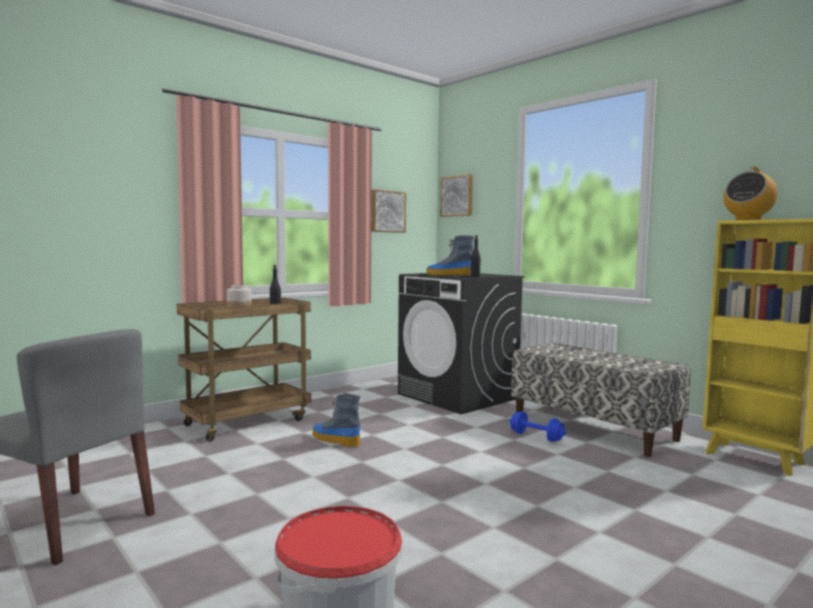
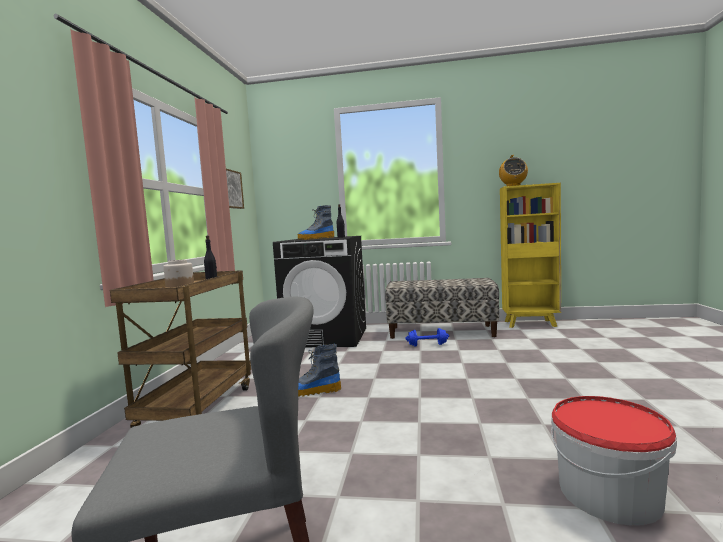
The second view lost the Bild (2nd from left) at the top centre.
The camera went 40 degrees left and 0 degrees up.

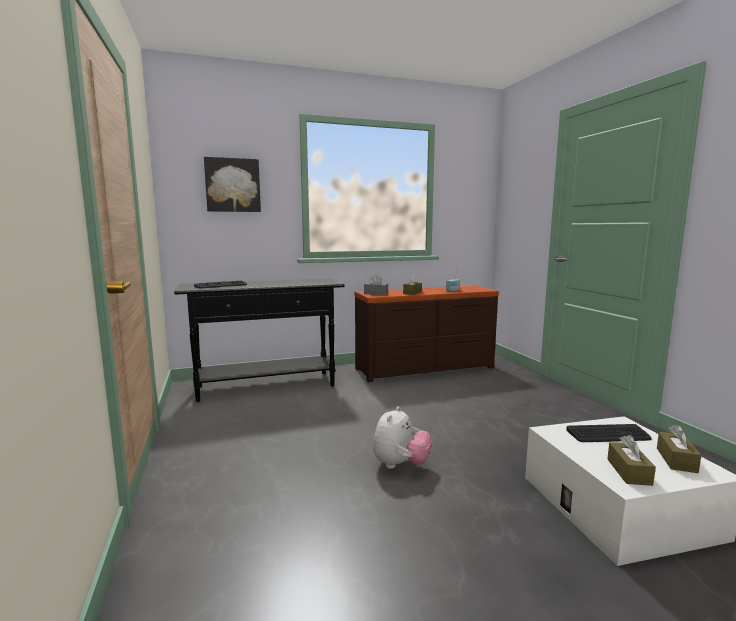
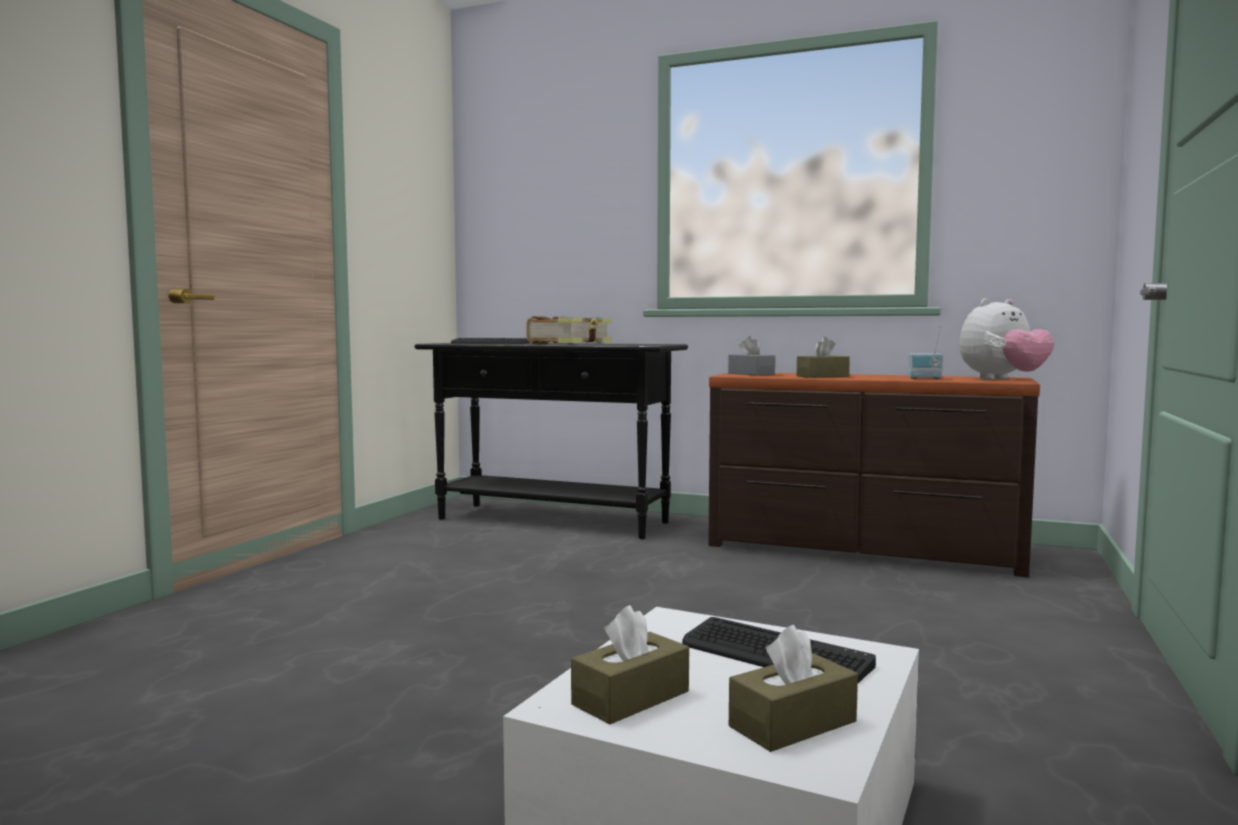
The second view lost the Bild at the top left.
The Plüschtier ended up elsewhere, having gone from the bottom centre to the middle right.
The second view gained the Buch at the centre.
The camera went 40 degrees right and 5 degrees down.

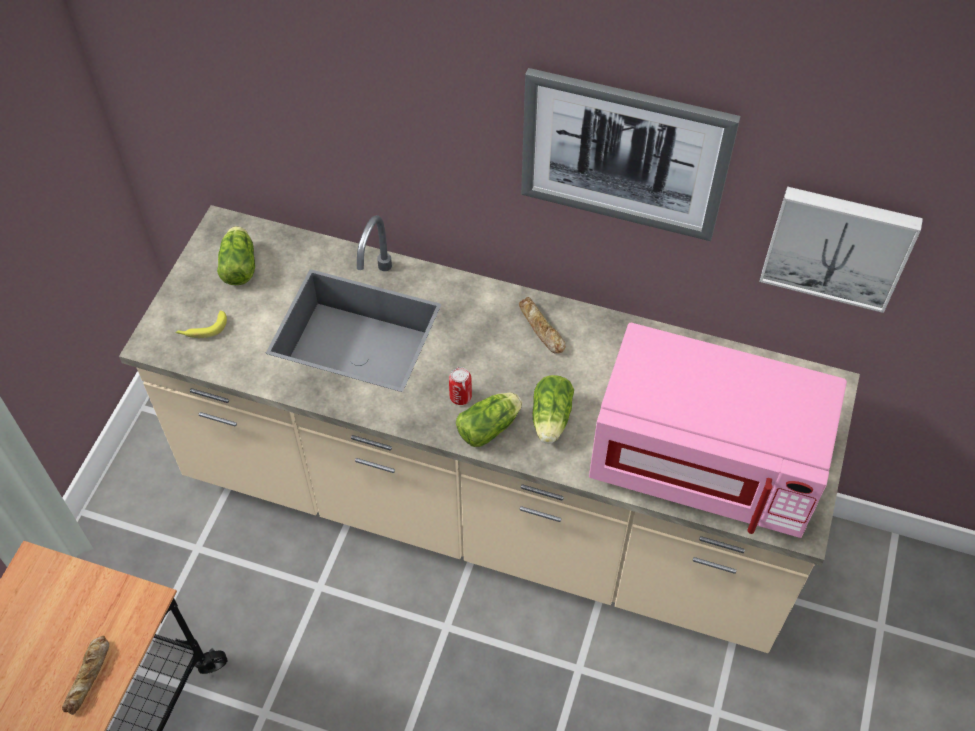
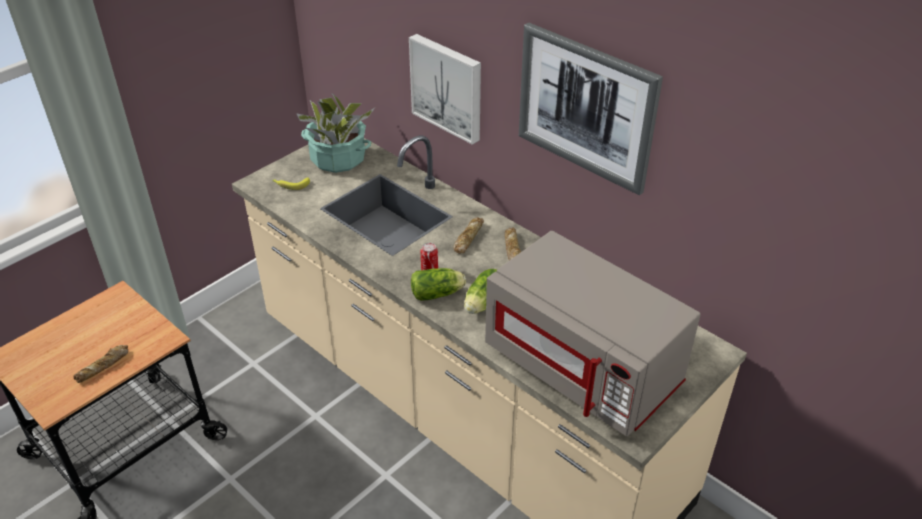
The Bild (2nd from left in the first image) ended up elsewhere, having gone from the middle right to the top centre.
Where the Salatkopf (1st from left) stood at the middle left, the Topfpflanze came to stand at the top centre.
What was the Mikrowelle [rosa] at the middle right turned into the Mikrowelle [grau] at the centre.
The second view gained the Brot (2nd from left) at the centre.
The camera went 25 degrees right and 15 degrees down.

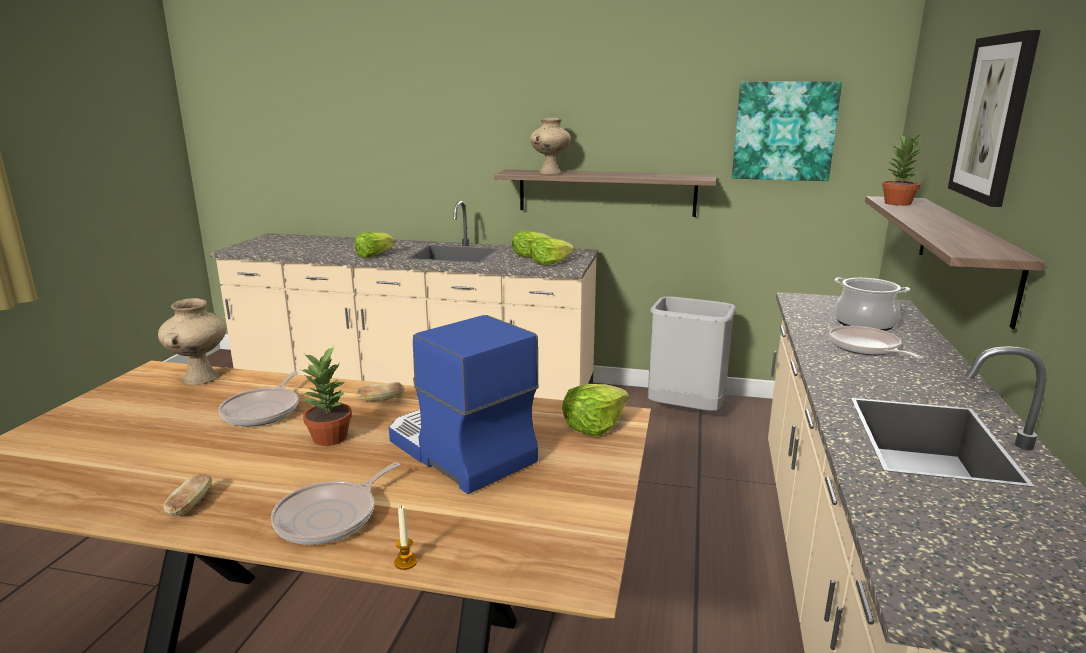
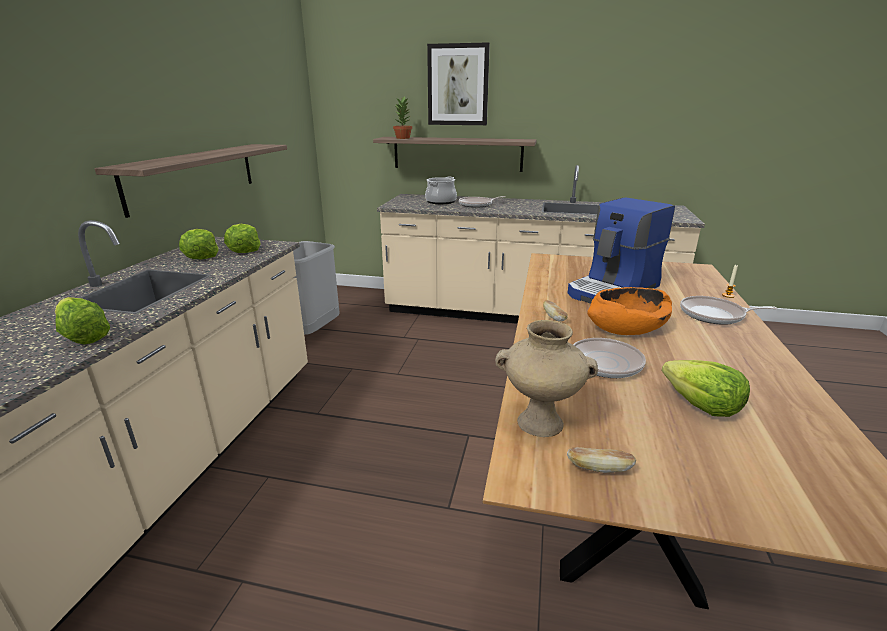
The second view lost the Bild (1st from left) at the top right.
The second view lost the Vase [beige] (2nd from left) at the top centre.
Where the Topfpflanze (1st from left) stood at the middle left, the Schüssel [orange] came to stand at the middle right.
The Salatkopf (4th from left) ended up elsewhere, having gone from the centre to the middle right.
The Pfanne (2nd from left in the first image) at the bottom left ended up facing another way, 150 degrees clockwise from before.
The Brot (1st from left in the first image) ended up elsewhere, having gone from the bottom left to the bottom right.
The camera went 90 degrees left and 5 degrees up.

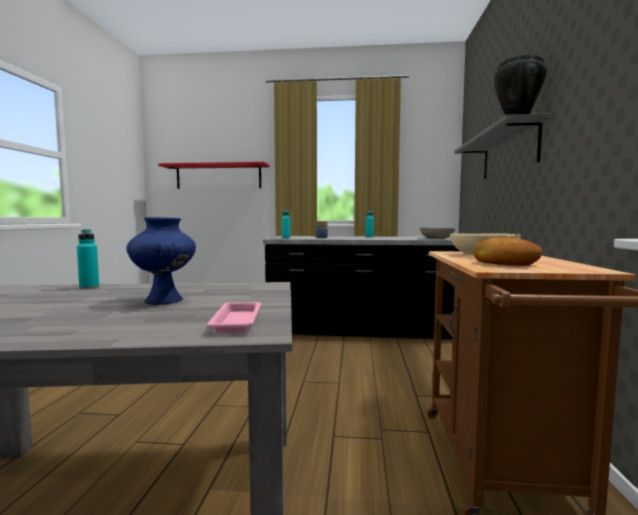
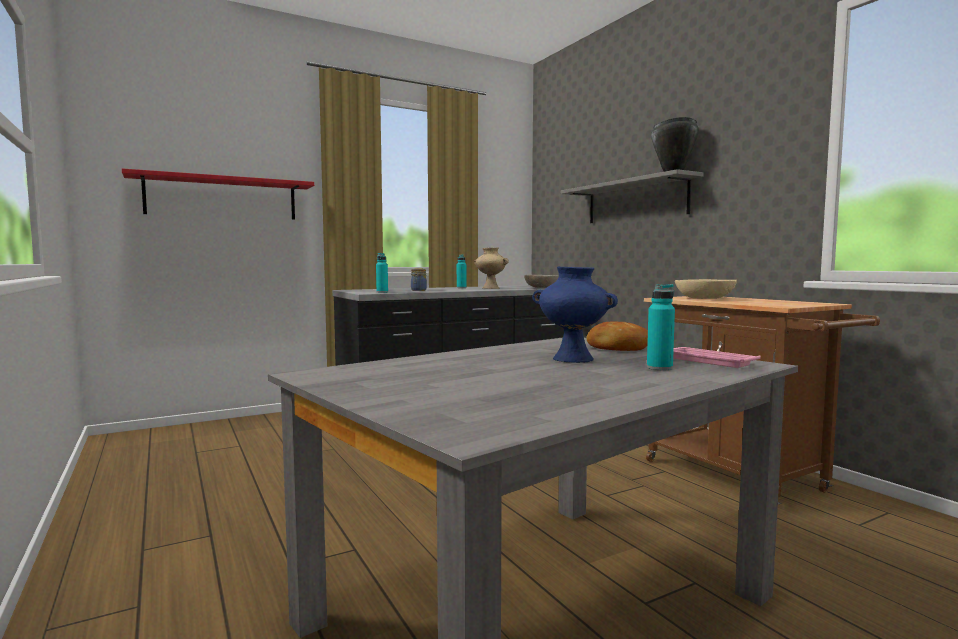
The Flasche [türkis] (1st from left in the first image) ended up elsewhere, having gone from the middle left to the middle right.
The Brot ended up elsewhere, having gone from the middle right to the centre.
The second view gained the Vase [beige] at the centre.
The camera went 35 degrees left and 0 degrees up.

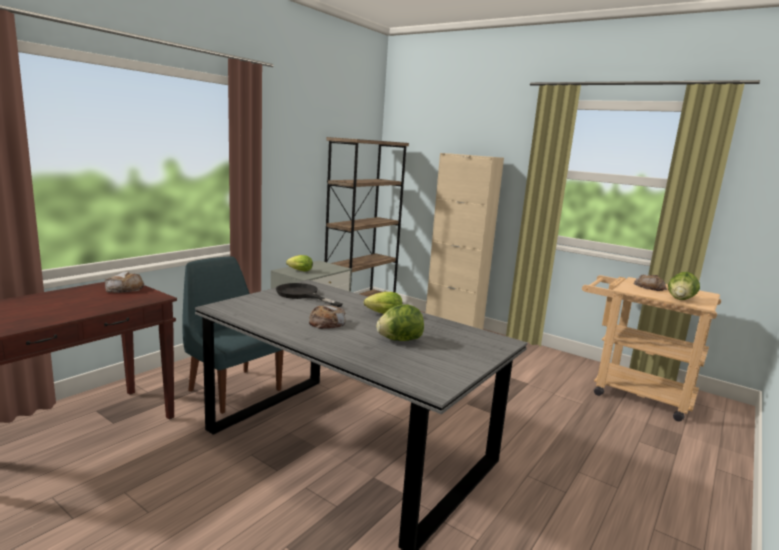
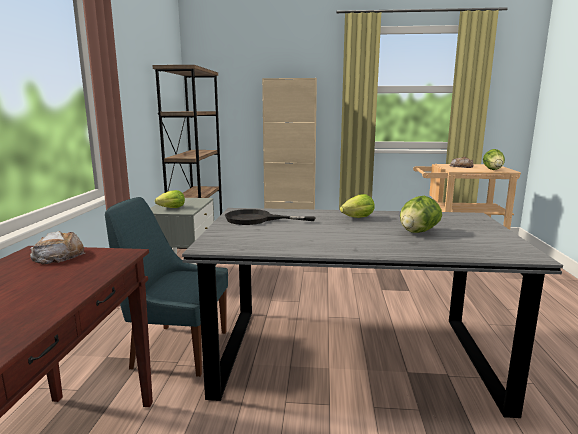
The second view lost the Brot (2nd from left) at the centre.
The camera went 30 degrees left and 0 degrees up.

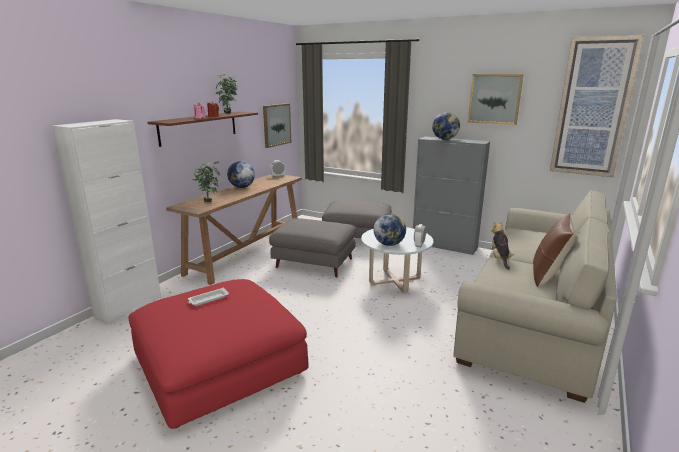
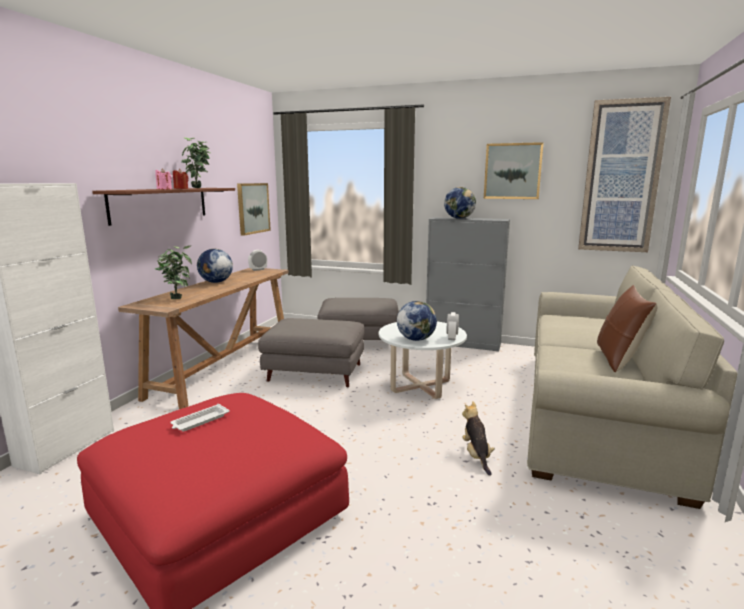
The Plüschtier ended up elsewhere, having gone from the middle right to the bottom centre.
The camera went 10 degrees left and 5 degrees down.

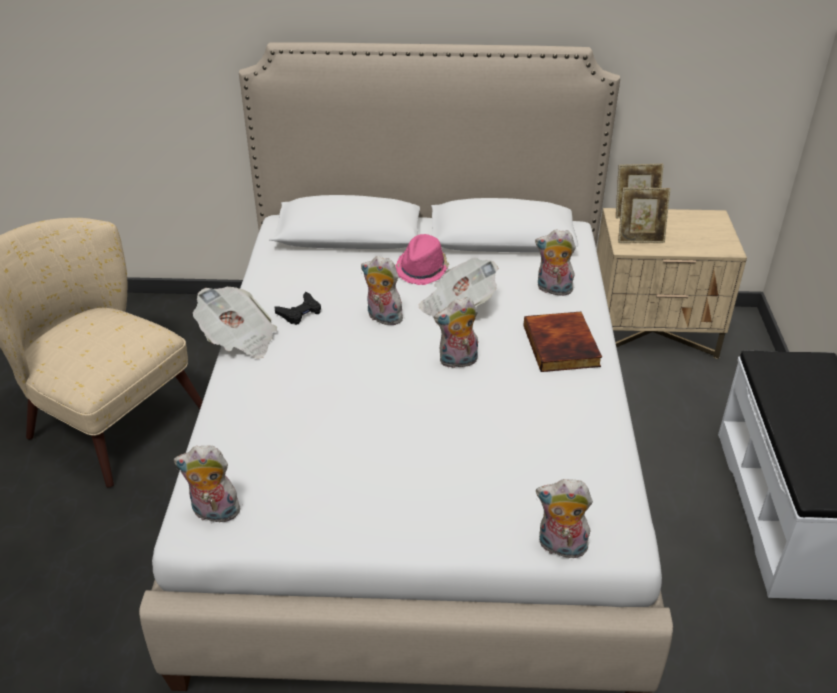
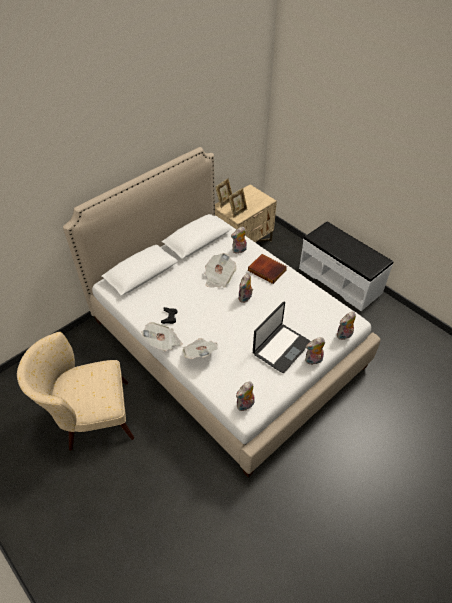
The second view lost the Hut [rosa] at the centre.
The Plüschtier (2nd from left in the first image) ended up elsewhere, having gone from the centre to the middle right.
The second view gained the Laptop at the centre.
The second view gained the Zeitung (2nd from left) at the centre.
The camera went 45 degrees left and 10 degrees up.

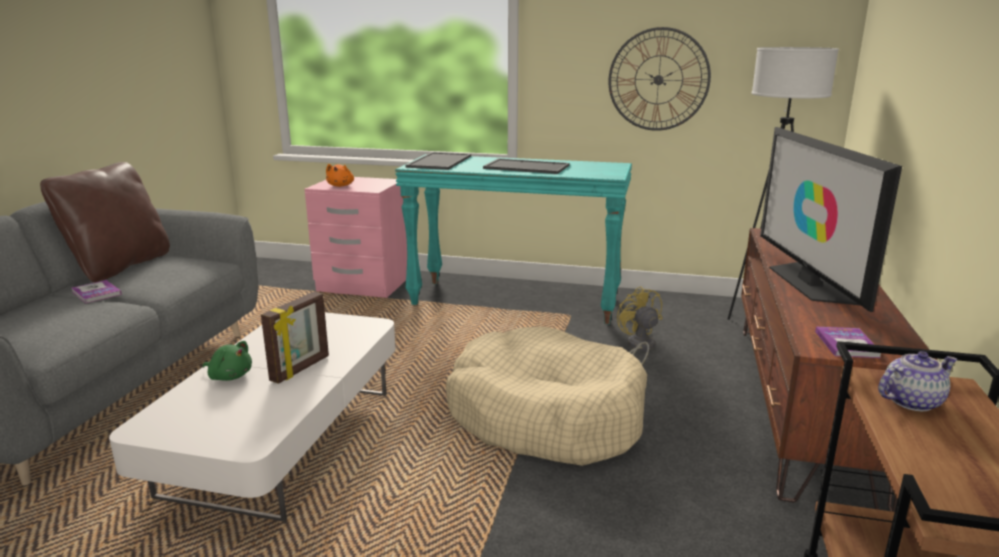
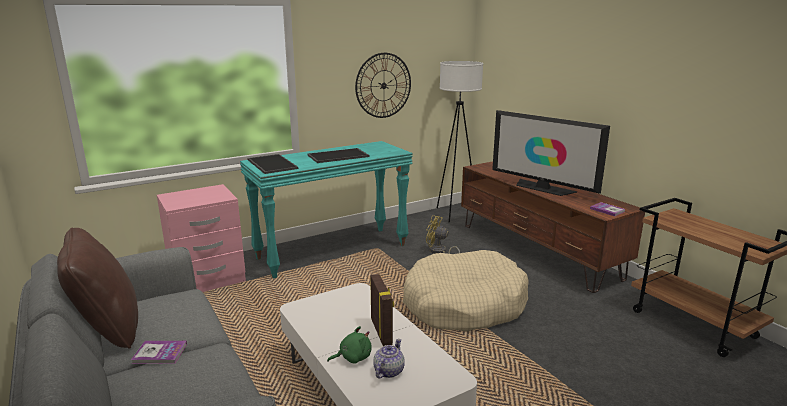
The second view lost the Plüschtier [orange] at the top centre.
The Teekanne ended up elsewhere, having gone from the bottom right to the bottom centre.
The camera went 45 degrees left and 0 degrees up.

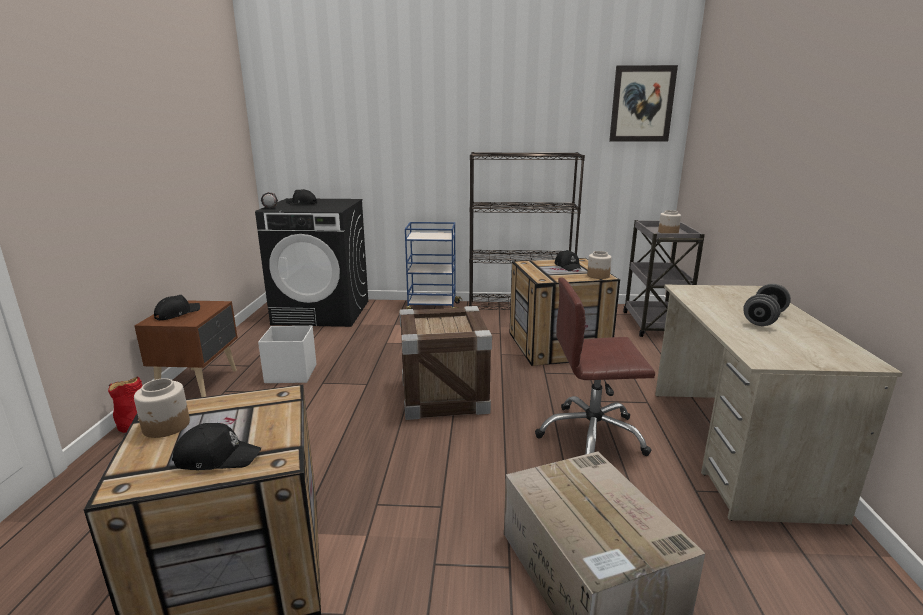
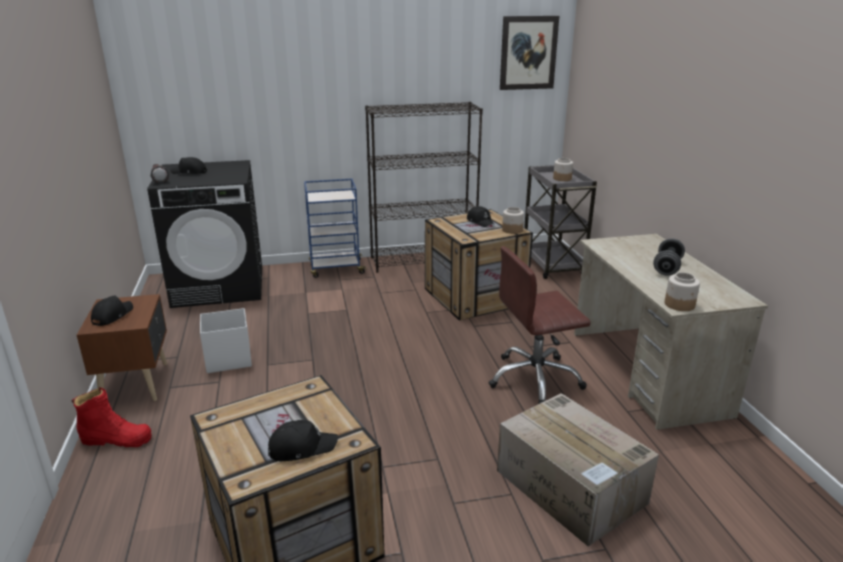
The second view lost the Kiste (2nd from left) at the centre.
The Vorratsglas (1st from left in the first image) ended up elsewhere, having gone from the middle left to the middle right.
The camera went 15 degrees left and 5 degrees up.

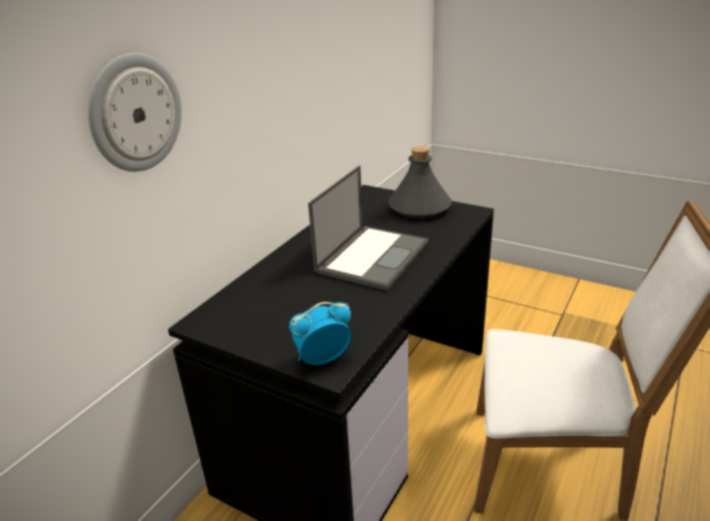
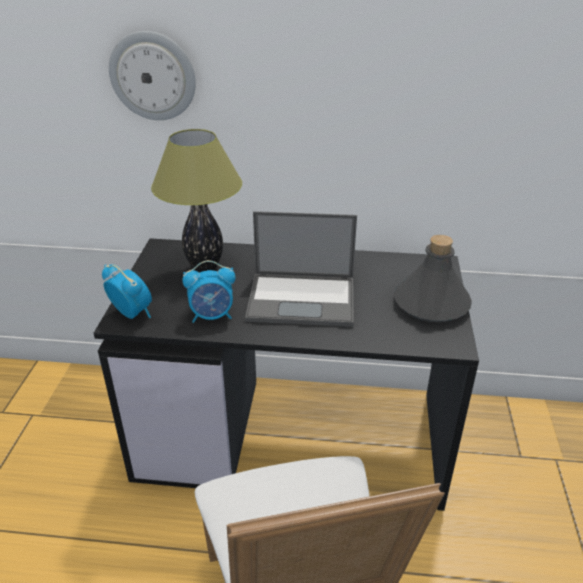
The second view gained the Tischlampe at the centre.
The second view gained the Wecker (2nd from left) at the centre.
The camera went 65 degrees right and 5 degrees up.

